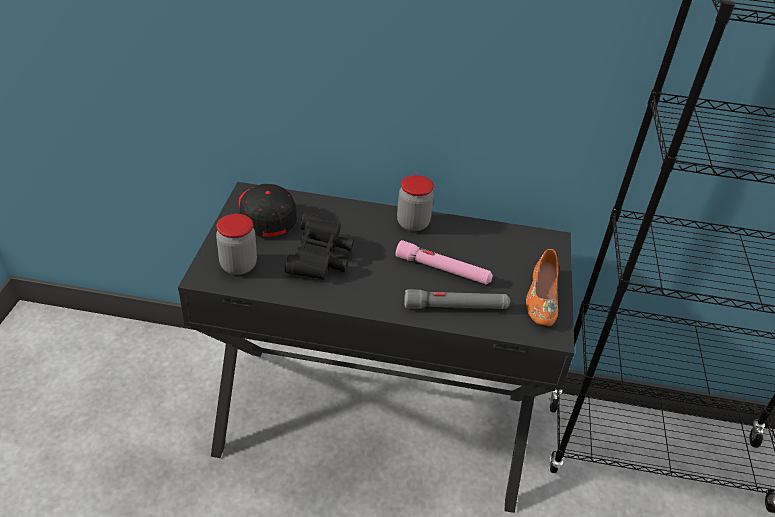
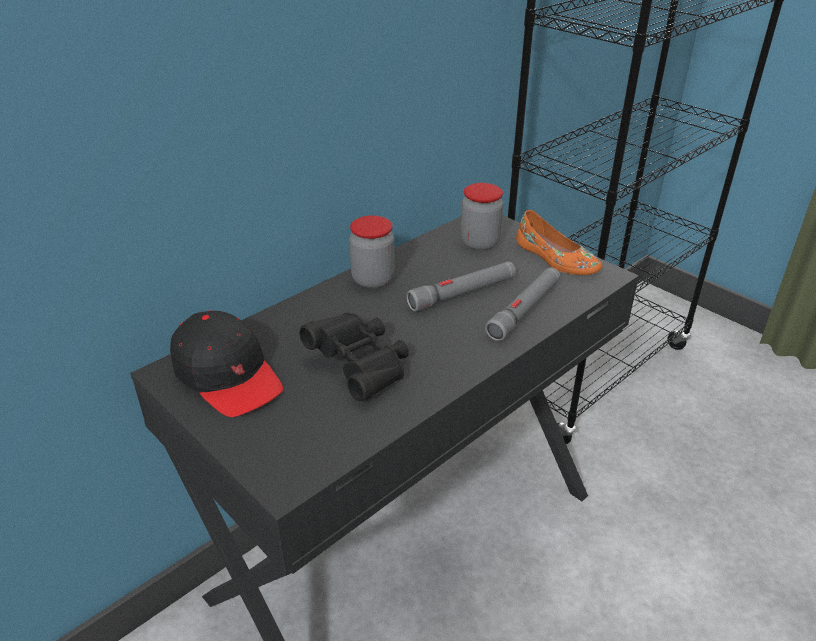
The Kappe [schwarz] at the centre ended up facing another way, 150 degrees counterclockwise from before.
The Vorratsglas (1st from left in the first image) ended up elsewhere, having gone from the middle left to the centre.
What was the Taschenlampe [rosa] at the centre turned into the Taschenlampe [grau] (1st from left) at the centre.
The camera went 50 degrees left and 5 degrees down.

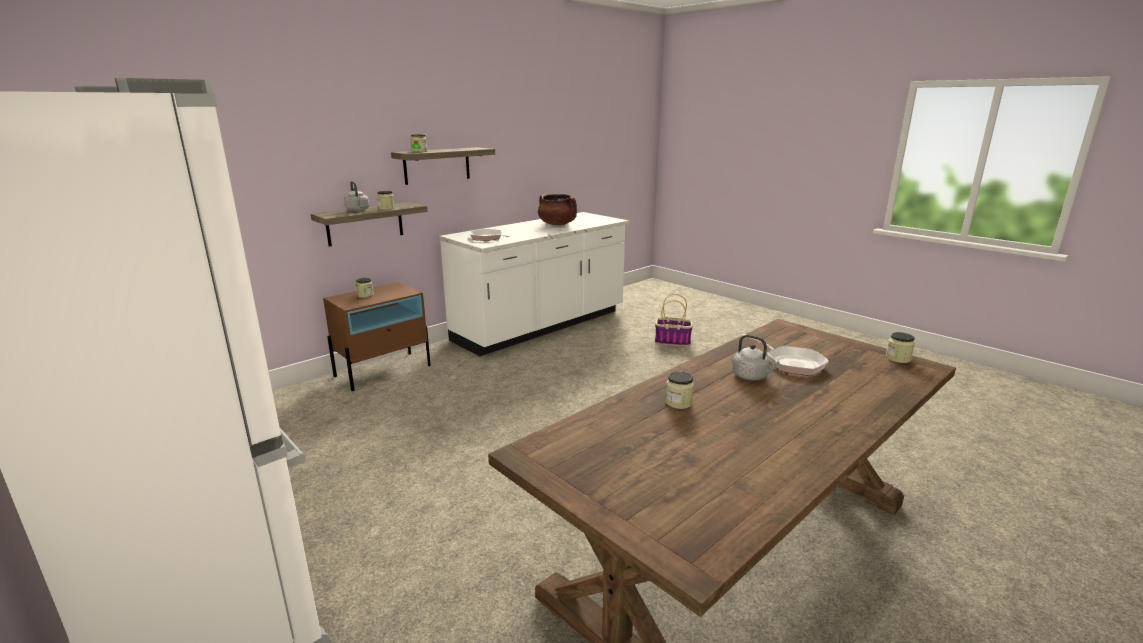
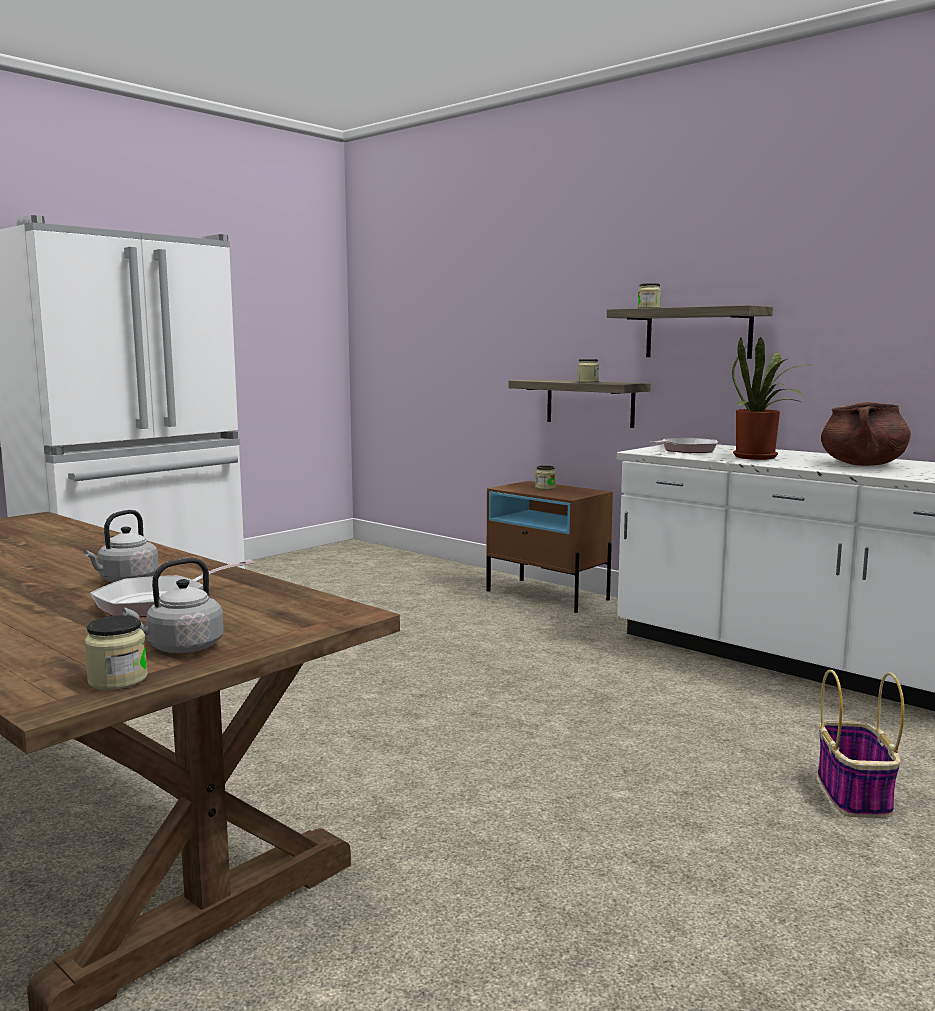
The Wasserkessel [grau] (1st from left in the first image) ended up elsewhere, having gone from the top left to the middle left.
The second view lost the Vorratsglas (4th from left) at the centre.
The second view gained the Topfpflanze at the middle right.
The camera went 85 degrees right and 10 degrees down.

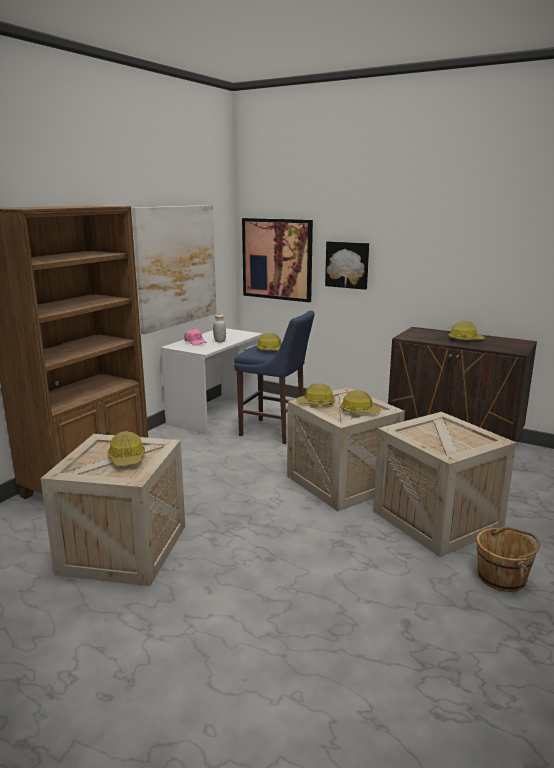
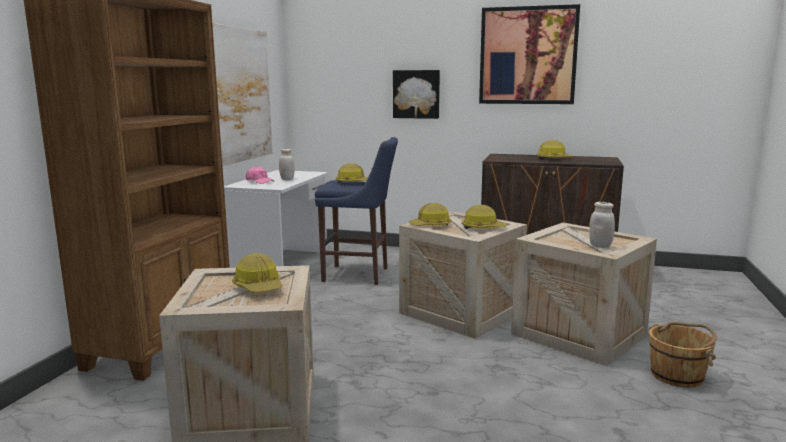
The Bild (2nd from left in the first image) ended up elsewhere, having gone from the centre to the top right.
The second view gained the Vorratsglas [weiß] (2nd from left) at the middle right.
The camera went 15 degrees left and 5 degrees down.

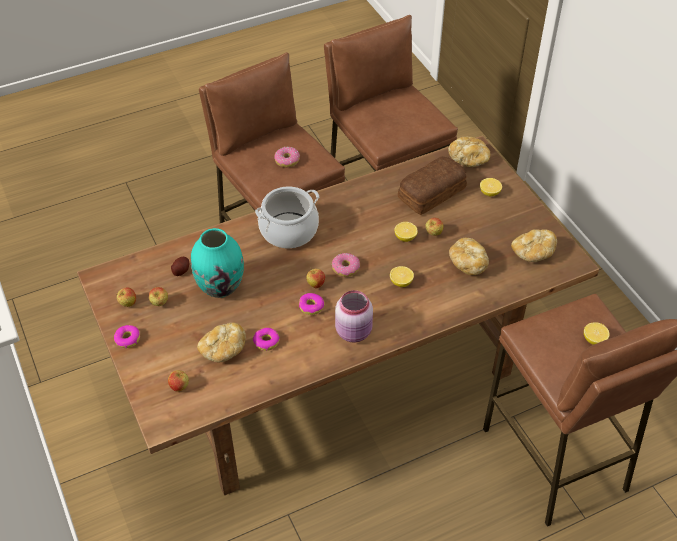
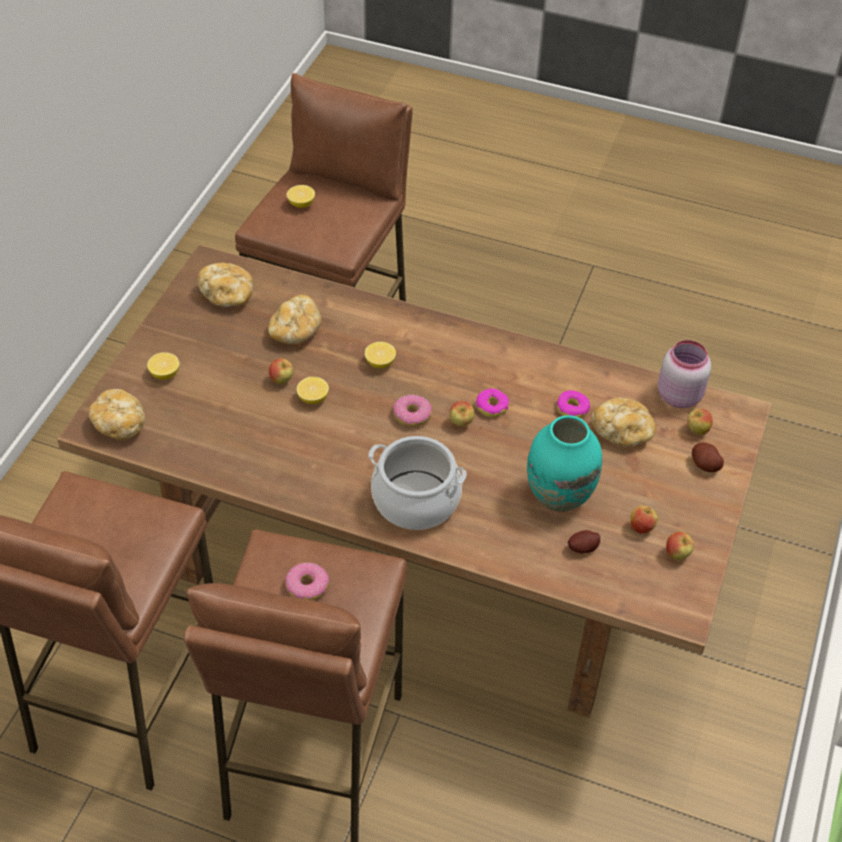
The second view lost the Brot (2nd from left) at the centre.
The Vorratsglas [rosa] ended up elsewhere, having gone from the centre to the middle right.
The second view lost the Donut (1st from left) at the middle left.
The second view gained the Kartoffel (2nd from left) at the middle right.
The camera went 135 degrees left and 0 degrees up.

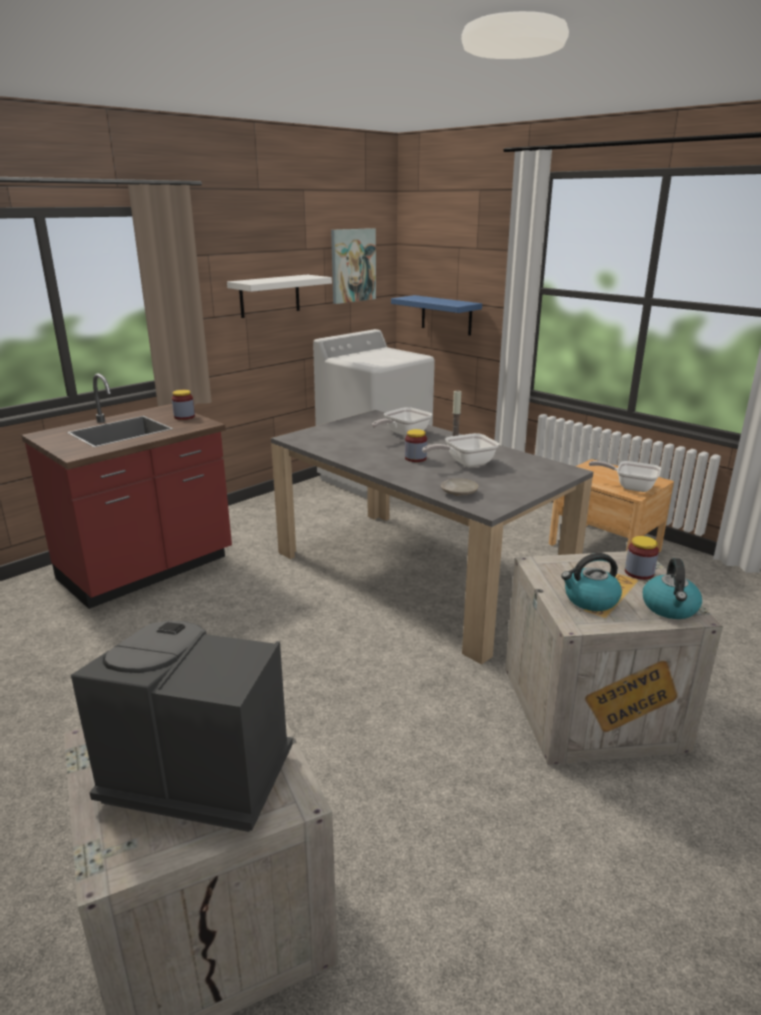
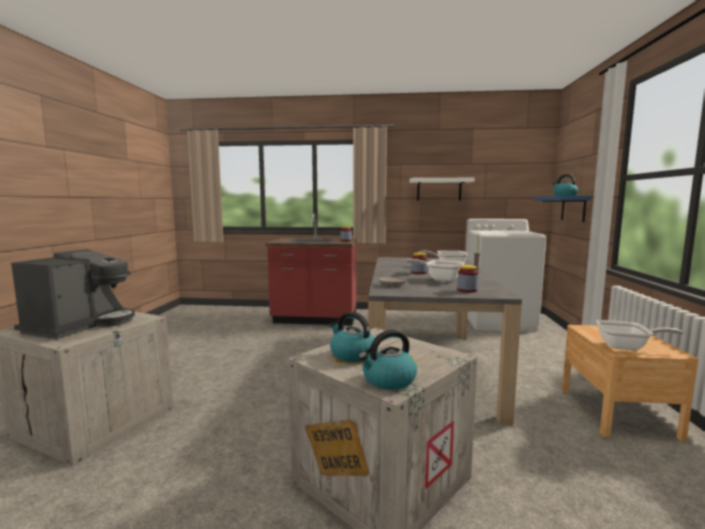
The second view lost the Bild at the top centre.
The Pfanne (3rd from left) at the middle right ended up facing another way, 120 degrees clockwise from before.
The Vorratsglas (3rd from left) ended up elsewhere, having gone from the middle right to the centre.
The Kaffeemaschine at the bottom left ended up facing another way, 45 degrees clockwise from before.
The second view gained the Wasserkessel (3rd from left) at the middle right.
The camera went 50 degrees right and 15 degrees down.

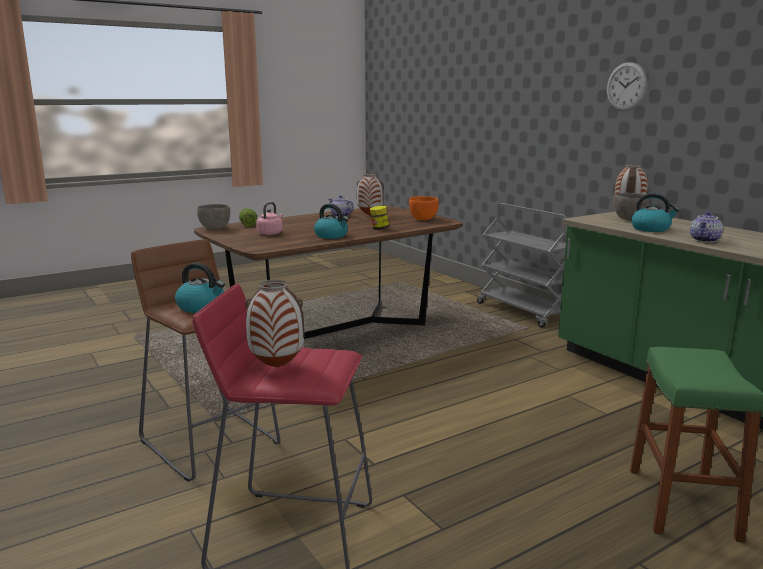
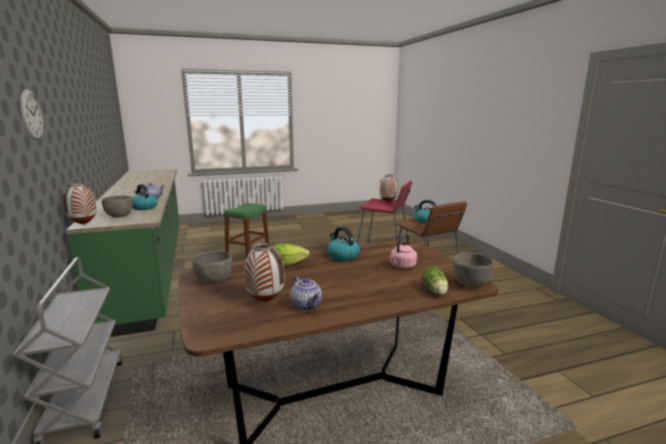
What was the Schüssel [orange] at the centre turned into the Schüssel [grau] (2nd from left) at the middle left.
Where the Vorratsglas stood at the centre, the Salatkopf (1st from left) came to stand at the centre.
The camera went 165 degrees left and 0 degrees up.

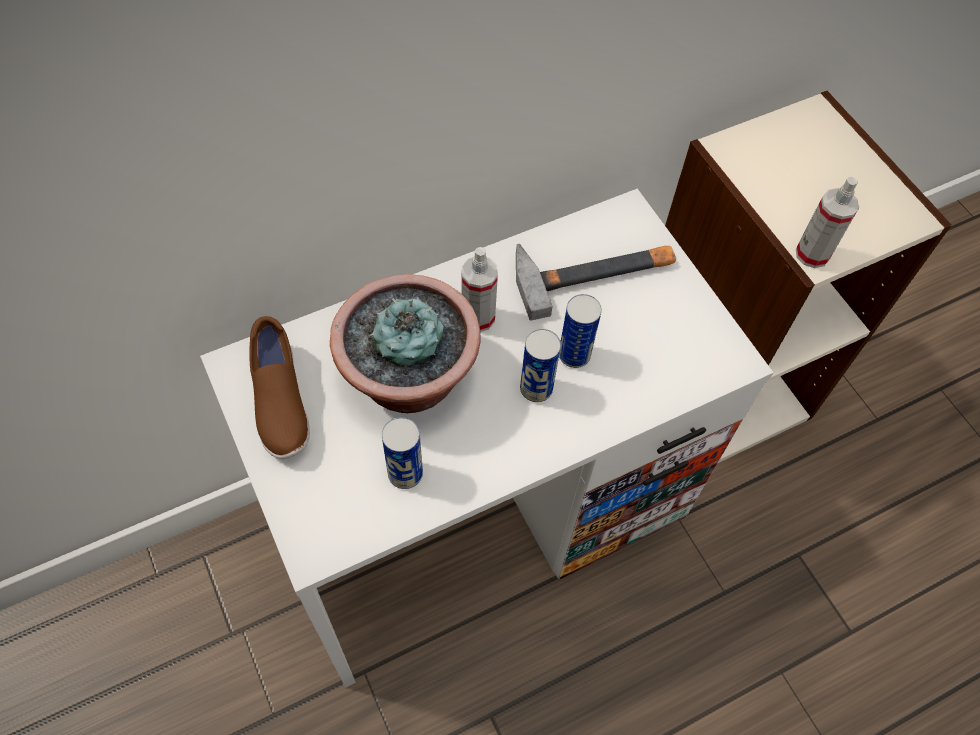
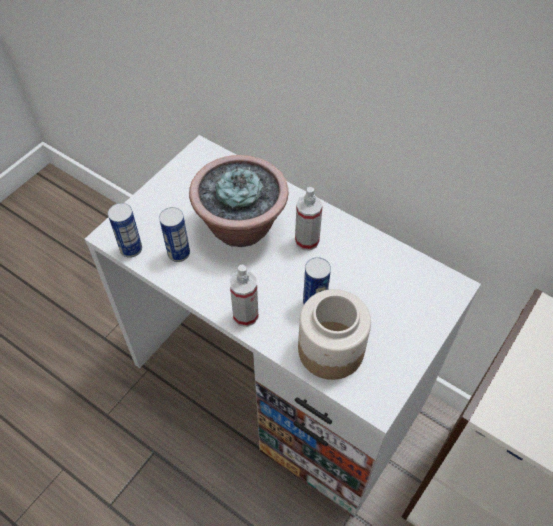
The Sprühflasche (2nd from left in the first image) ended up elsewhere, having gone from the top right to the centre.
The second view lost the Hammer at the centre.
The second view lost the Schuh [braun] at the middle left.
The Dose (2nd from left in the first image) ended up elsewhere, having gone from the centre to the middle left.
The second view gained the Vorratsglas at the centre.
The camera went 65 degrees right and 5 degrees down.

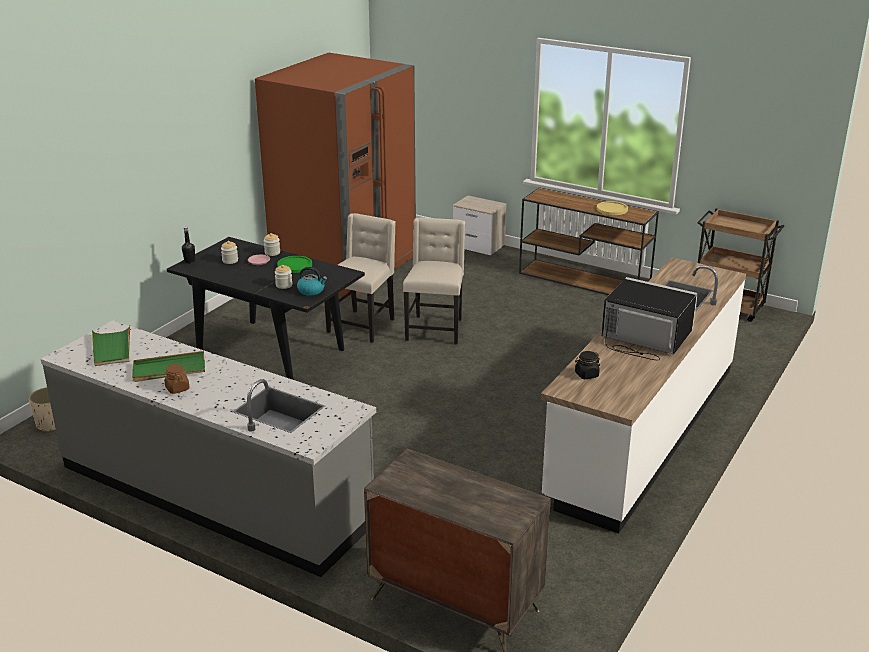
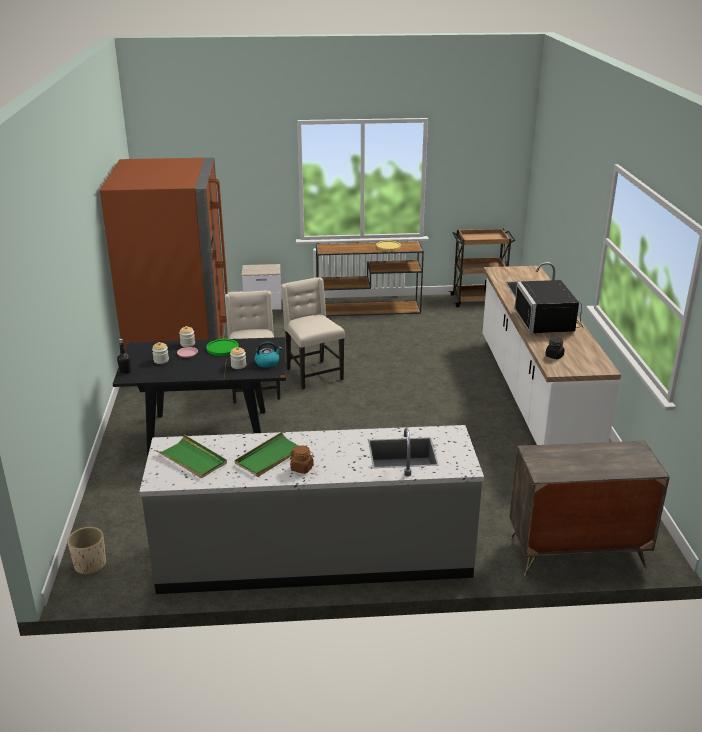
The Mikrowelle [schwarz] at the middle right ended up facing another way, 90 degrees counterclockwise from before.
The camera went 35 degrees left and 0 degrees up.

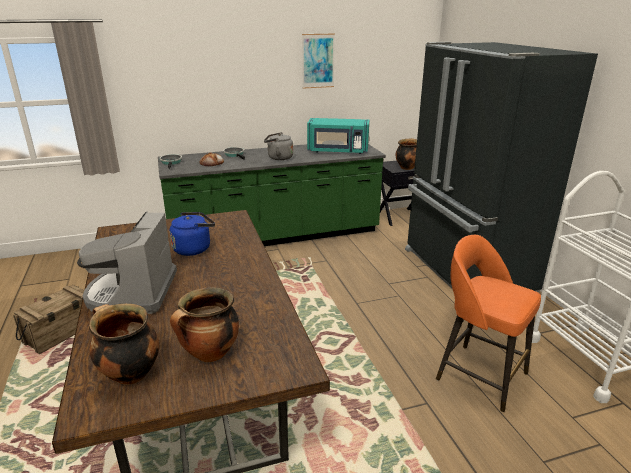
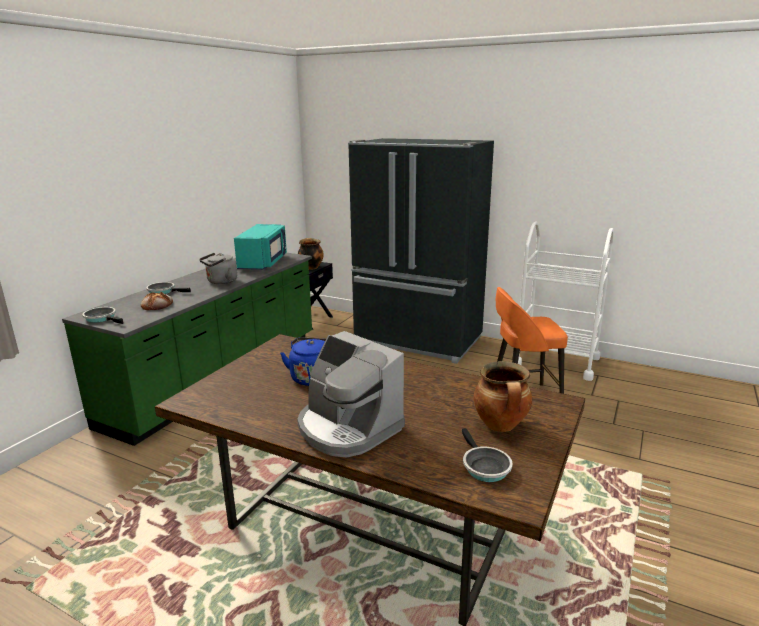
The second view lost the Bild at the top centre.
The Mikrowelle [türkis] at the top centre ended up facing another way, 45 degrees counterclockwise from before.
The second view lost the Kiste at the bottom left.
Where the Kochtopf (1st from left) stood at the bottom left, the Pfanne (3rd from left) came to stand at the bottom centre.
The camera went 45 degrees left and 5 degrees down.

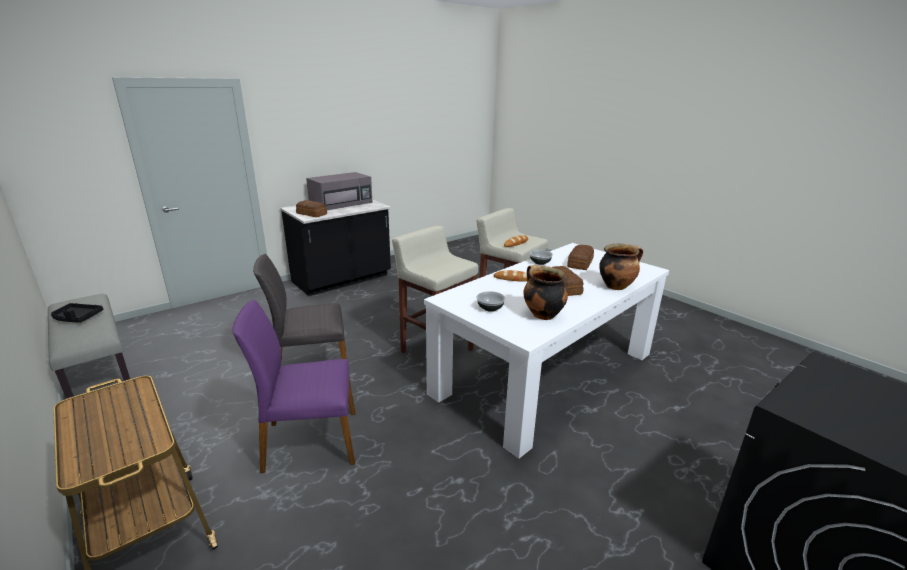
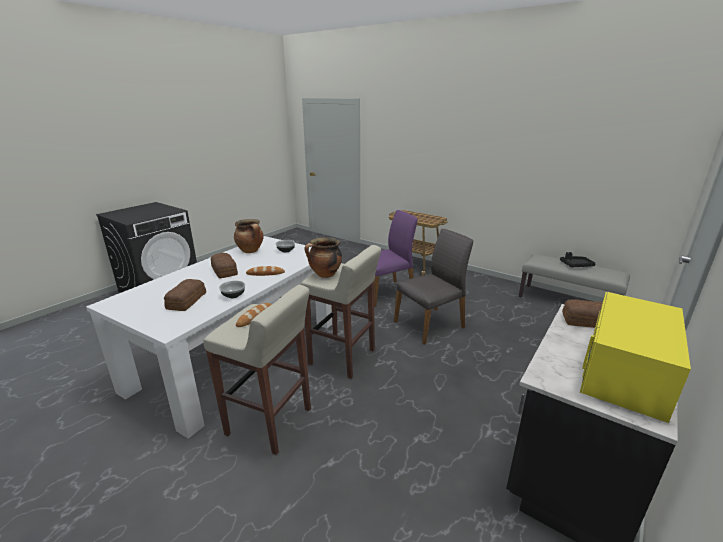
What was the Mikrowelle [grau] at the centre turned into the Mikrowelle [gelb] at the middle right.
The Kochtopf (2nd from left) ended up elsewhere, having gone from the middle right to the centre.
The camera went 165 degrees right and 0 degrees up.

